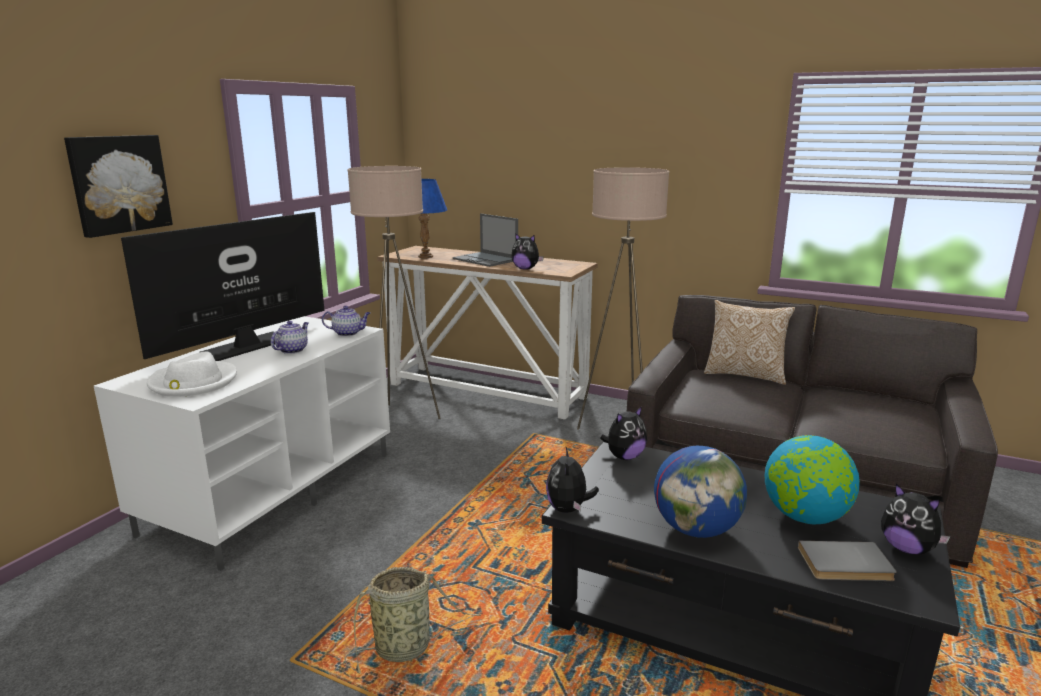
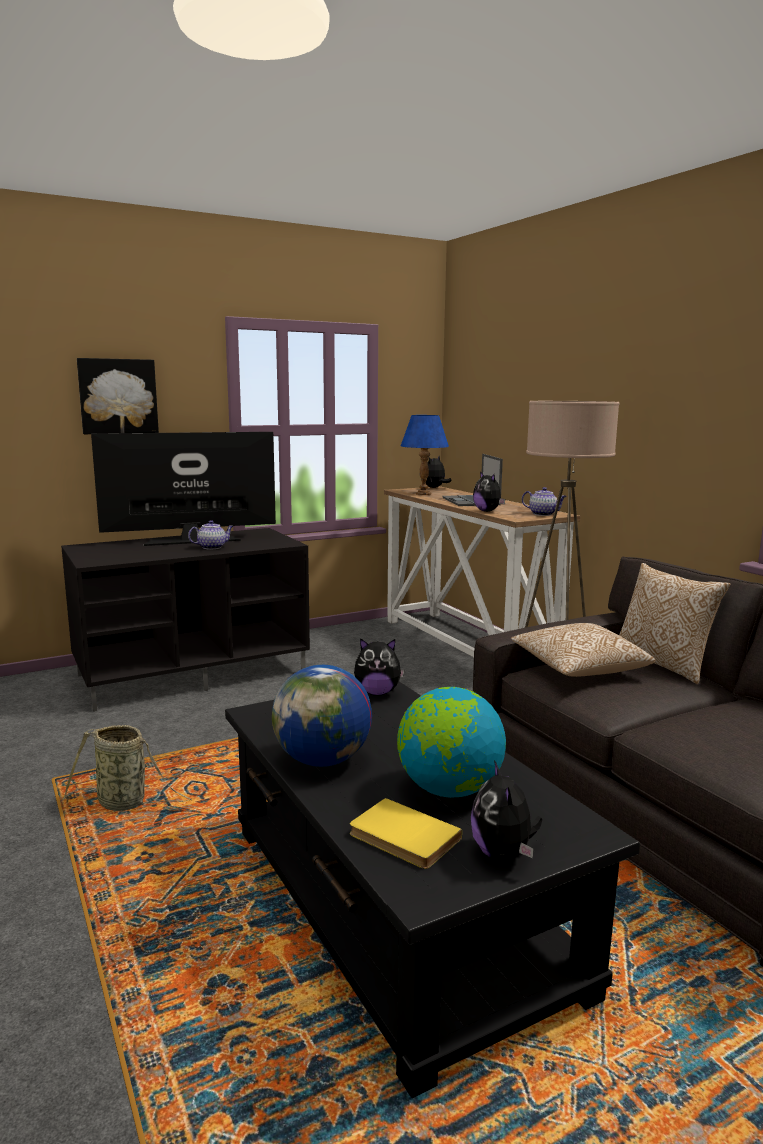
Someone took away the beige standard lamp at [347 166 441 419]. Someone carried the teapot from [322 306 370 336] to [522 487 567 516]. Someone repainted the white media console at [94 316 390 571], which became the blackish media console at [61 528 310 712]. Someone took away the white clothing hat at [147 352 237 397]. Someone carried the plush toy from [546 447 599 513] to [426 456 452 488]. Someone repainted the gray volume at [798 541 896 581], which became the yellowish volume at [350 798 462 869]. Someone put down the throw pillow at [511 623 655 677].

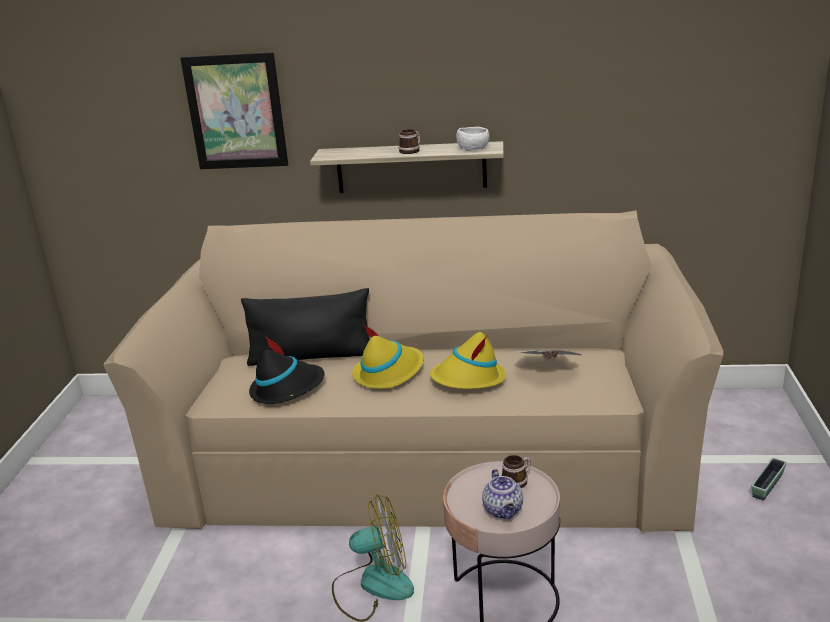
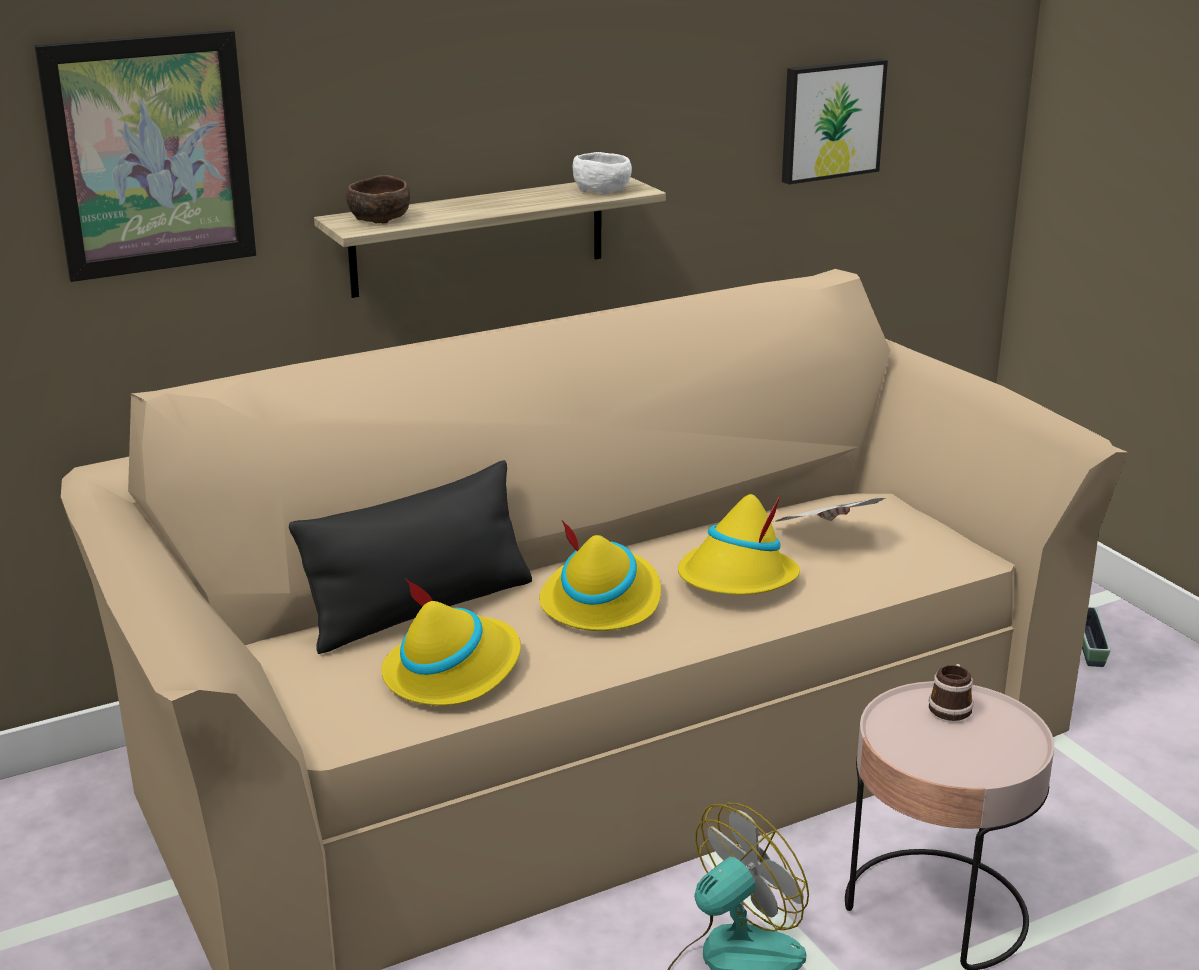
Someone took away the coffee mug at [399 129 420 154]. Someone repainted the blackish clothing hat at [249 336 325 404], which became the yellowish clothing hat at [381 578 521 705]. Someone took away the teapot at [482 469 523 519]. Someone put up the wall art at [782 58 888 185]. Someone put down the brownish bowl at [346 175 410 224].

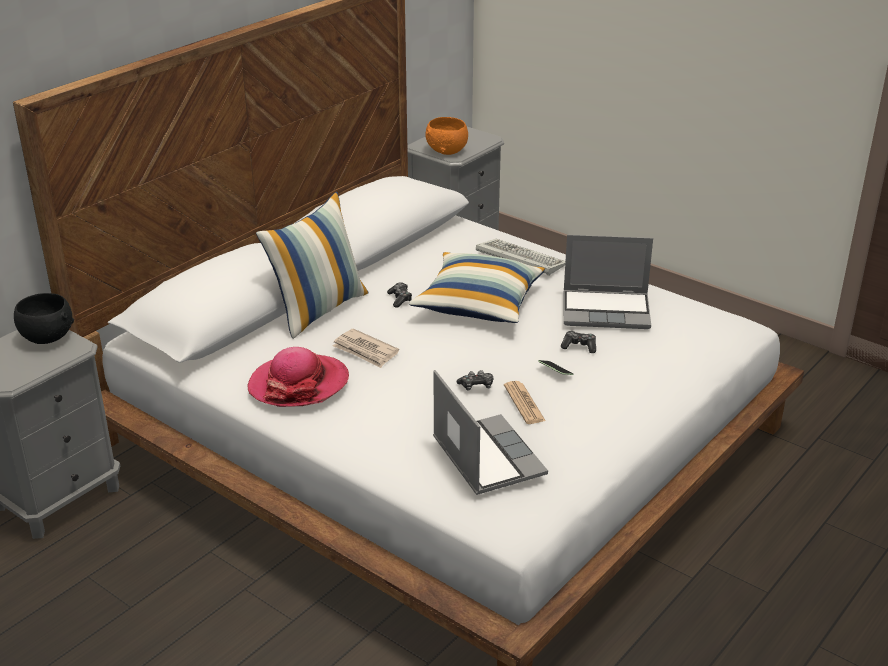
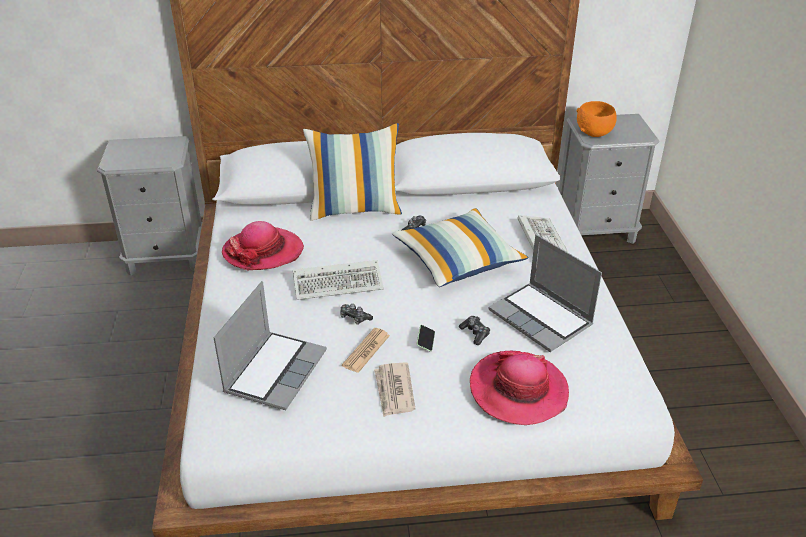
Someone took away the blackish bowl at [14 293 74 344]. Someone carried the newspaper from [333 329 399 368] to [374 363 415 417]. Someone put down the computer keyboard at [293 260 384 300]. Someone put down the clothing hat at [470 351 569 425].

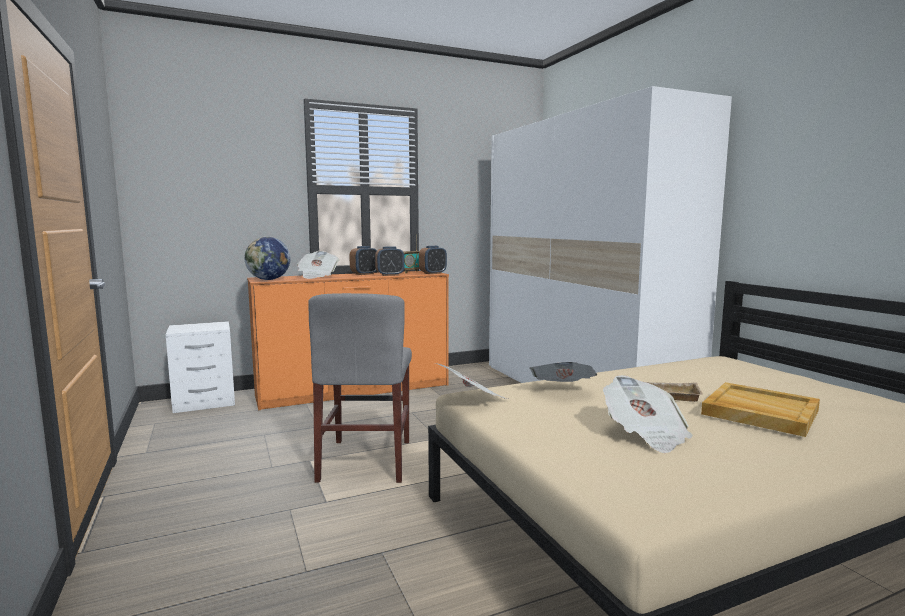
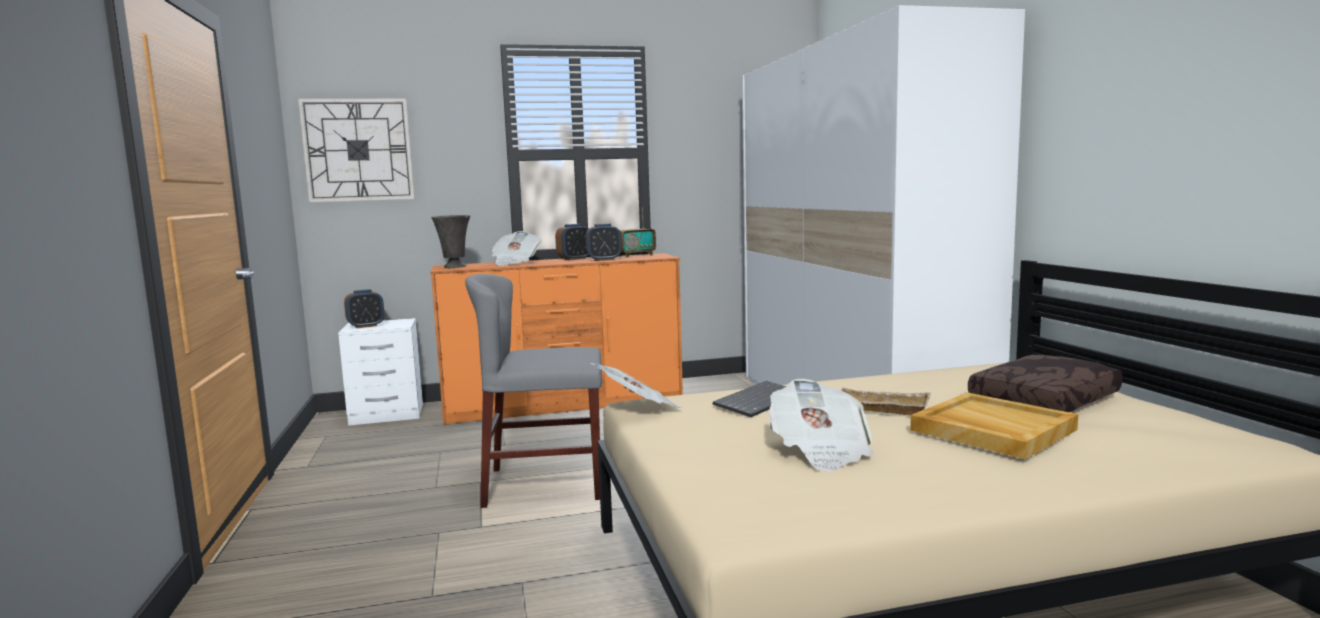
Someone swapped the world globe at [244 237 290 280] for the gray flower vase at [431 215 470 268]. Someone carried the table clock from [419 246 447 274] to [344 289 384 328]. Someone rotated the gray plain chair at [308 293 412 483] by 75 degrees clockwise. Someone swapped the newspaper at [529 362 598 382] for the computer keyboard at [713 381 786 417]. Someone put up the clock on the wall at [298 99 415 202]. Someone put down the brownish throw pillow at [968 355 1123 412].

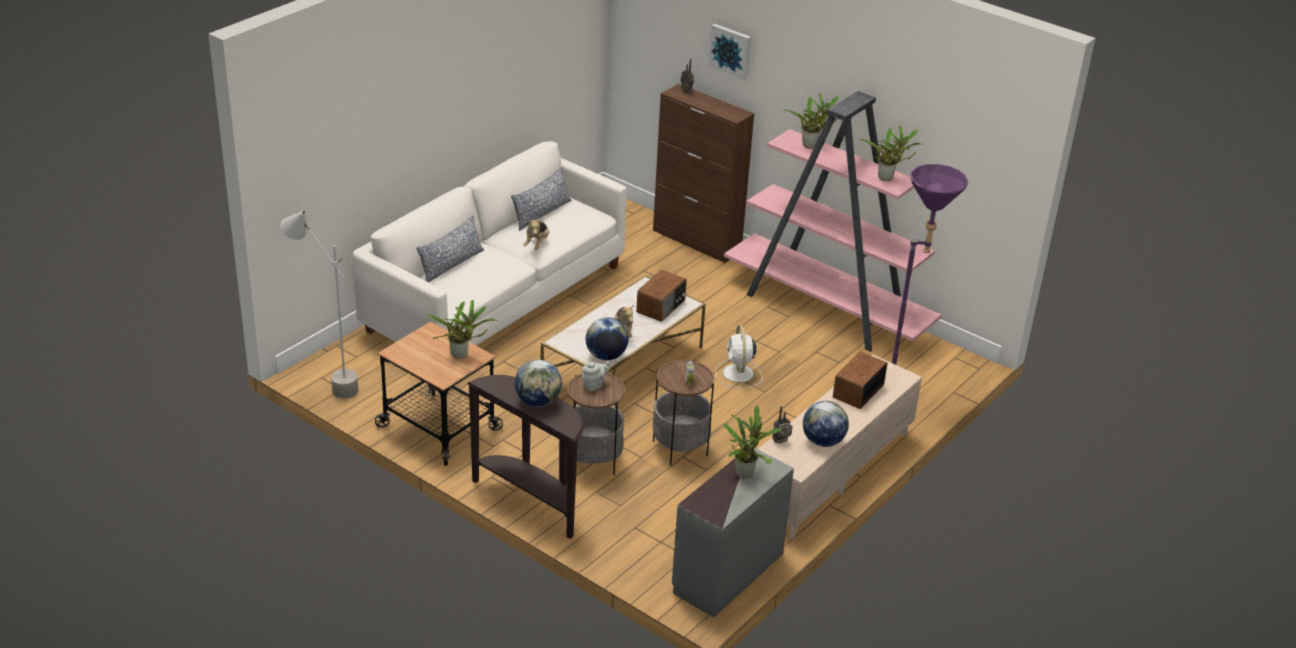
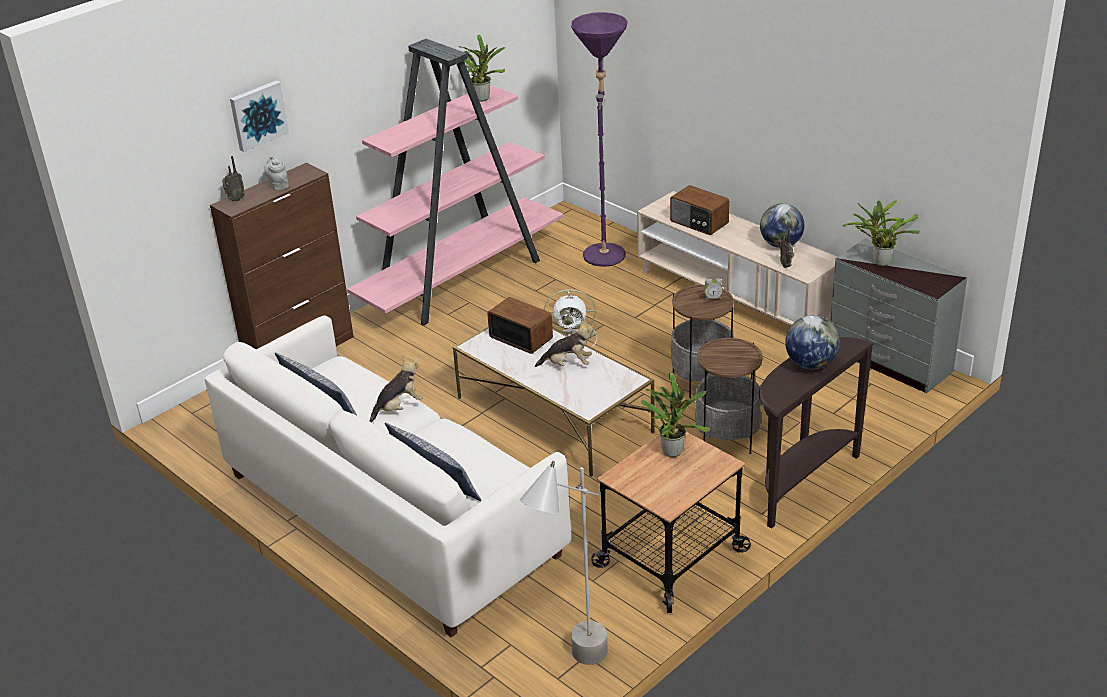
Someone took away the houseplant at [785 94 839 149]. Someone rotated the plush toy at [523 218 549 250] by 60 degrees counterclockwise. Someone took away the world globe at [586 317 628 360]. Someone carried the gray teapot from [582 361 610 391] to [264 156 289 191].

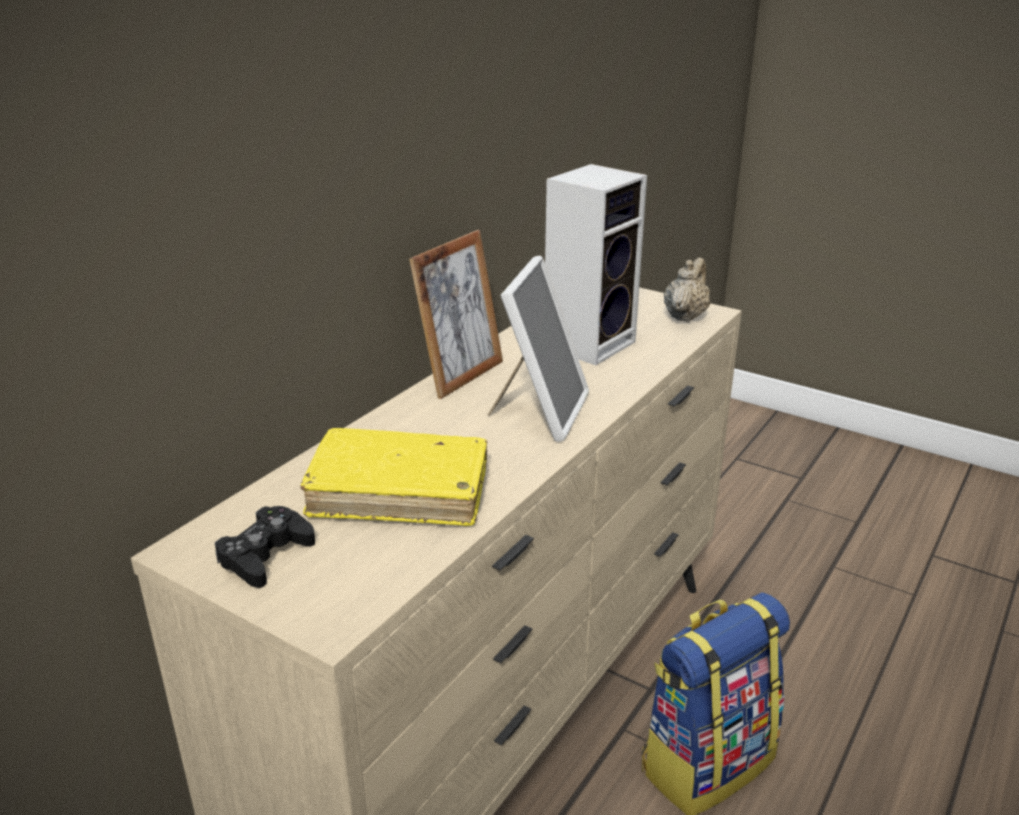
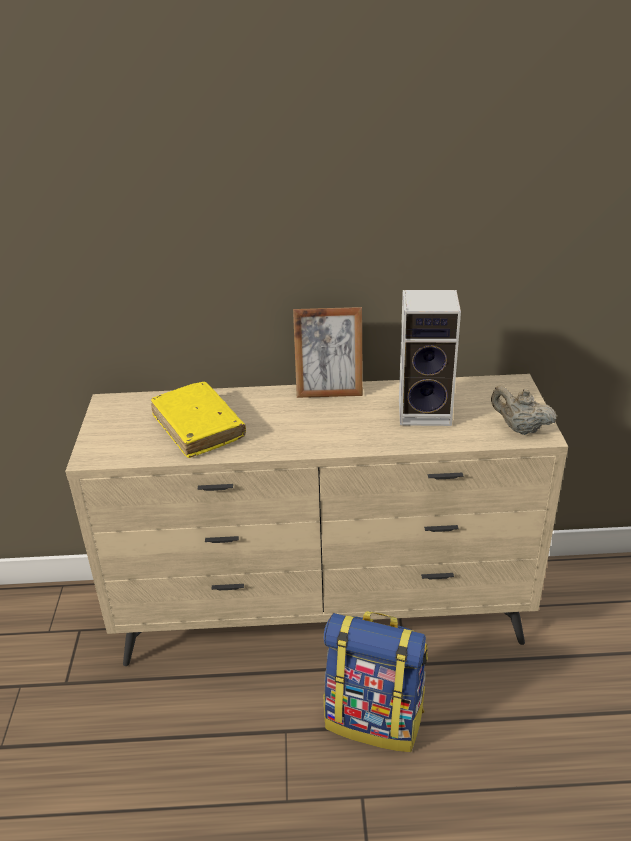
Someone took away the standing frame at [488 256 589 442]. Someone rotated the beige teapot at [664 257 711 322] by 135 degrees counterclockwise. Someone took away the blackish joypad at [215 506 315 588].

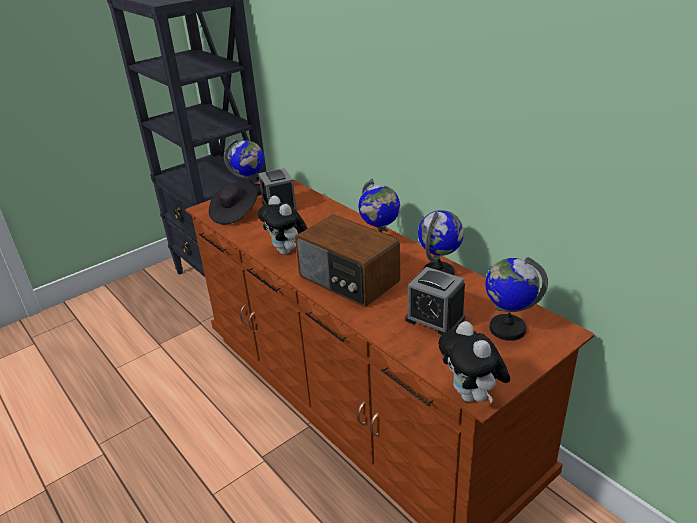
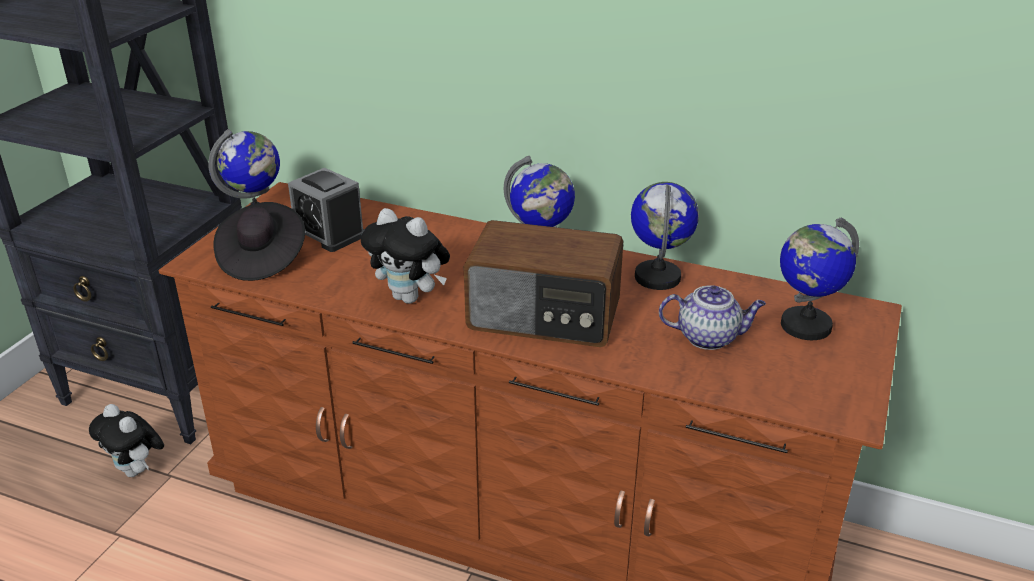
Someone swapped the table clock at [405 267 465 335] for the teapot at [659 285 766 350]. Someone carried the plush toy from [438 321 510 403] to [89 404 164 477].

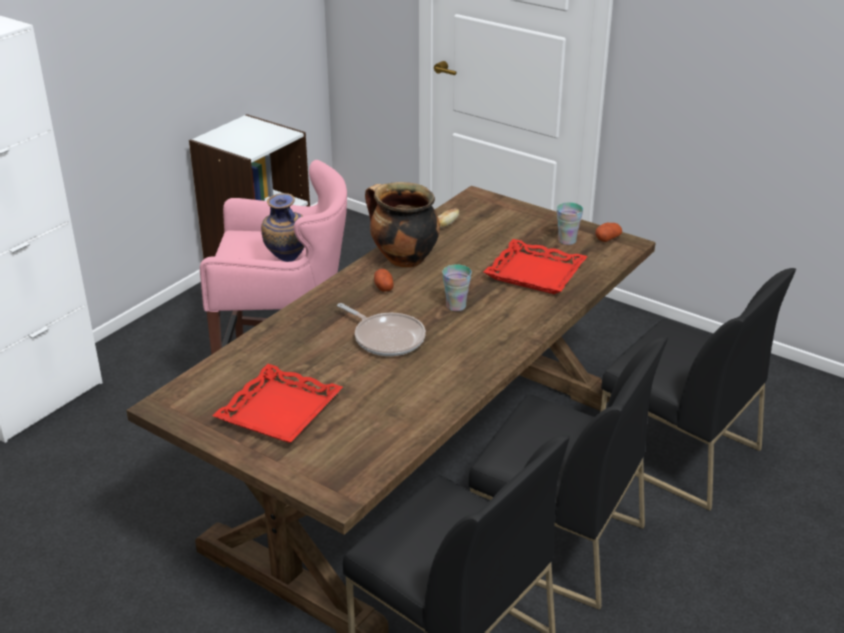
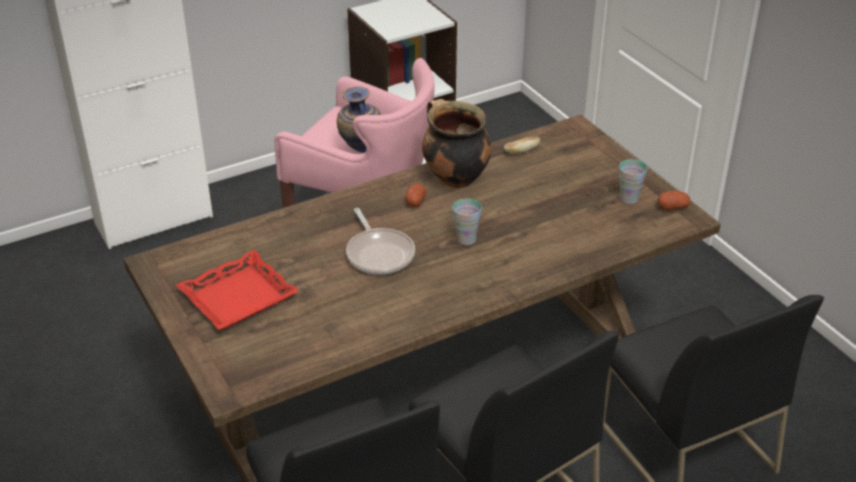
Someone took away the red carrying tray at [484 239 587 294].

